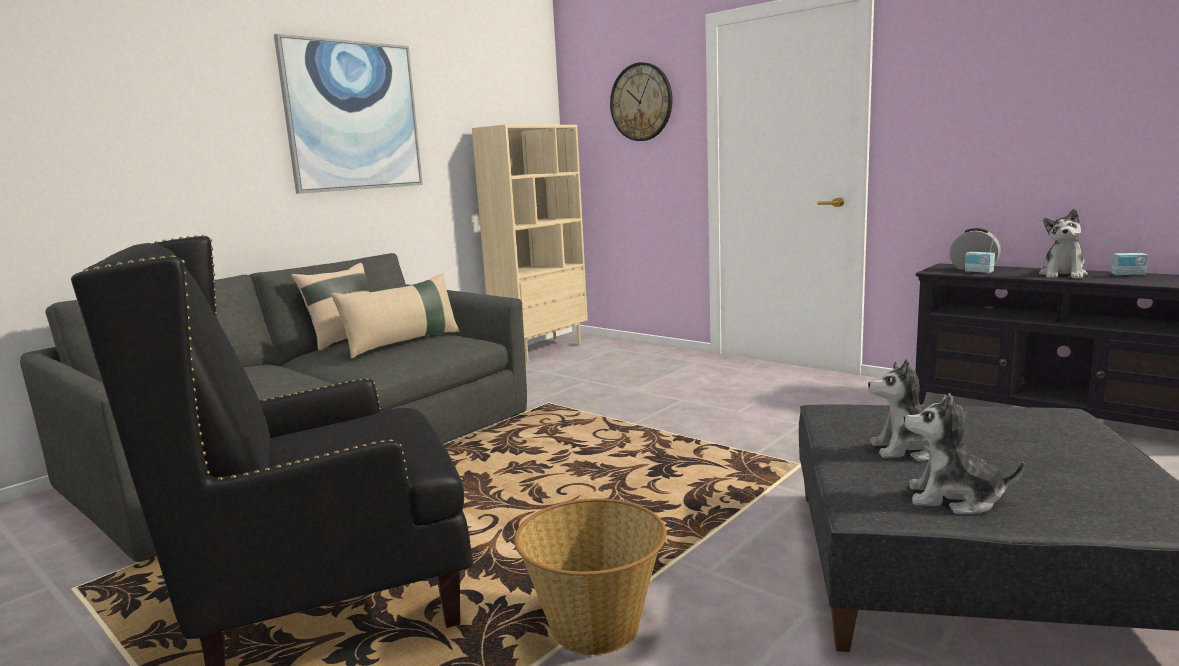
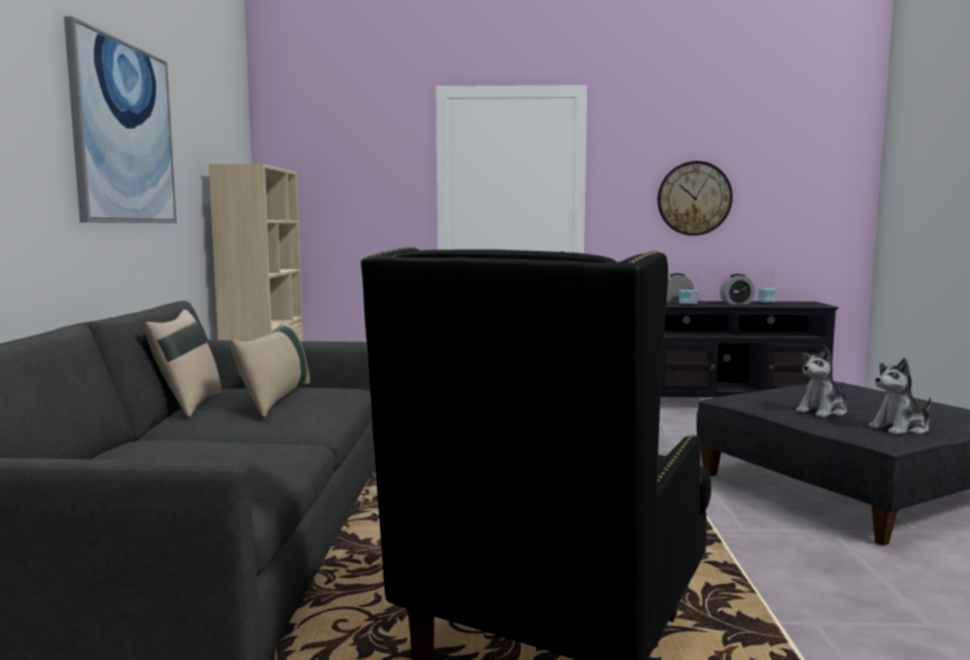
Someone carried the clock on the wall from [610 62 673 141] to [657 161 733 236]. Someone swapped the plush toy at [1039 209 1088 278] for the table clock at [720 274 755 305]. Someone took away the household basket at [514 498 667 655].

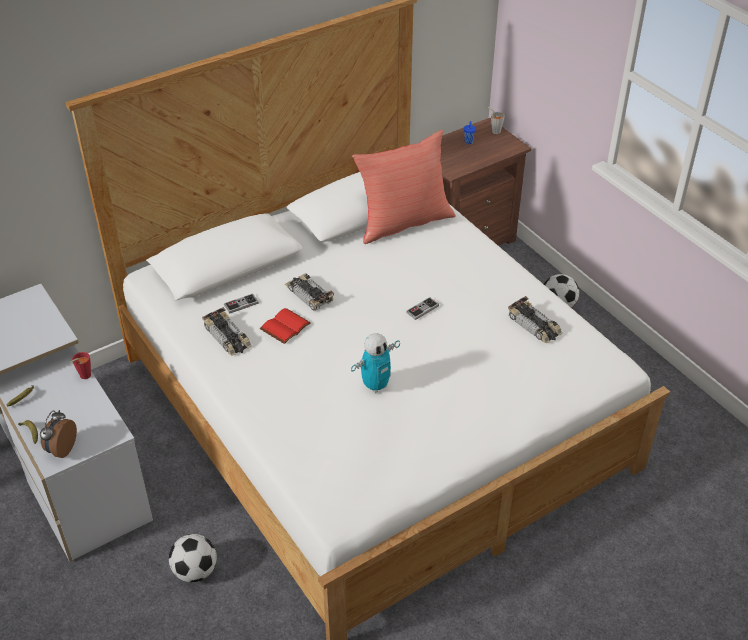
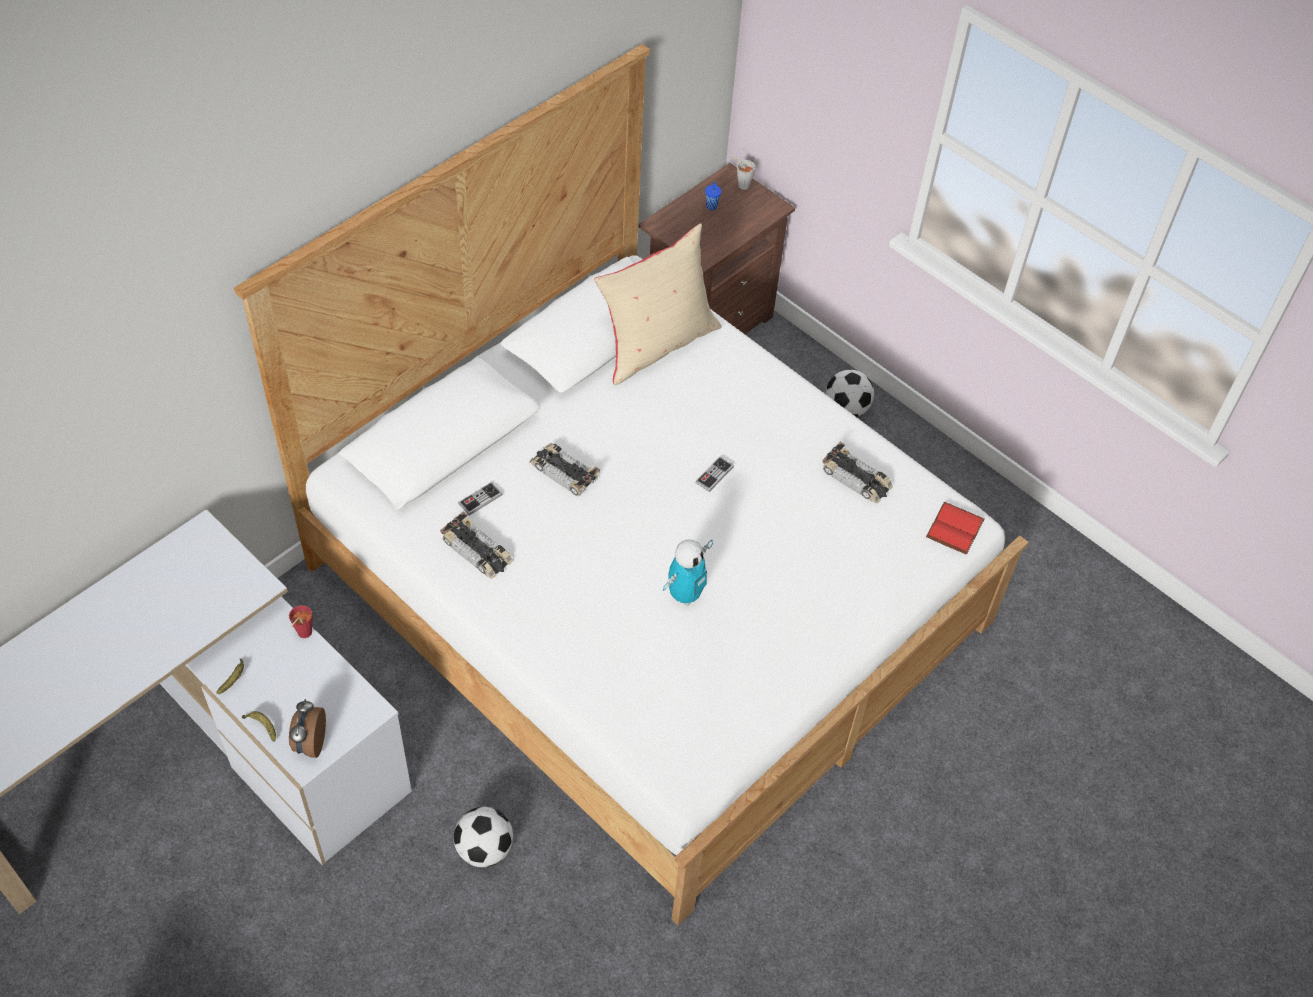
Someone repainted the red throw pillow at [352 130 456 244], which became the beige throw pillow at [594 223 722 385]. Someone carried the red volume from [260 308 311 344] to [926 502 984 554].

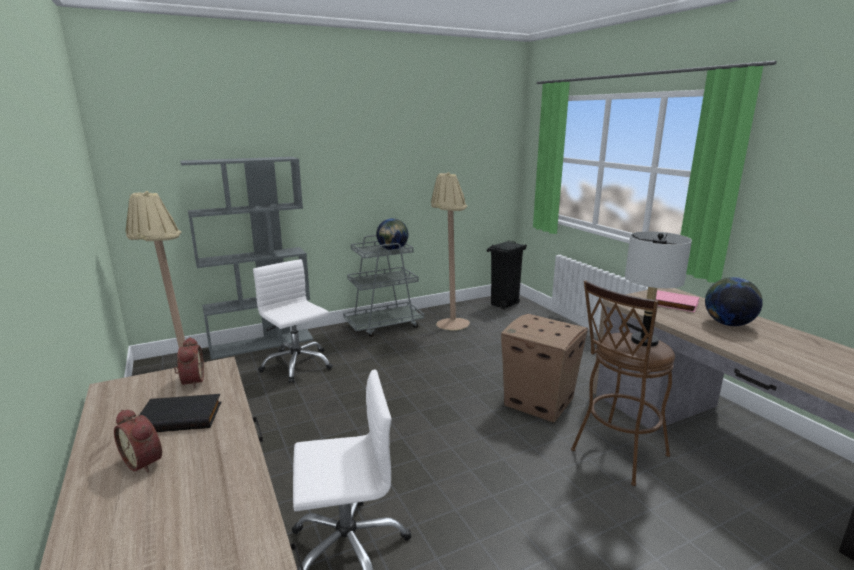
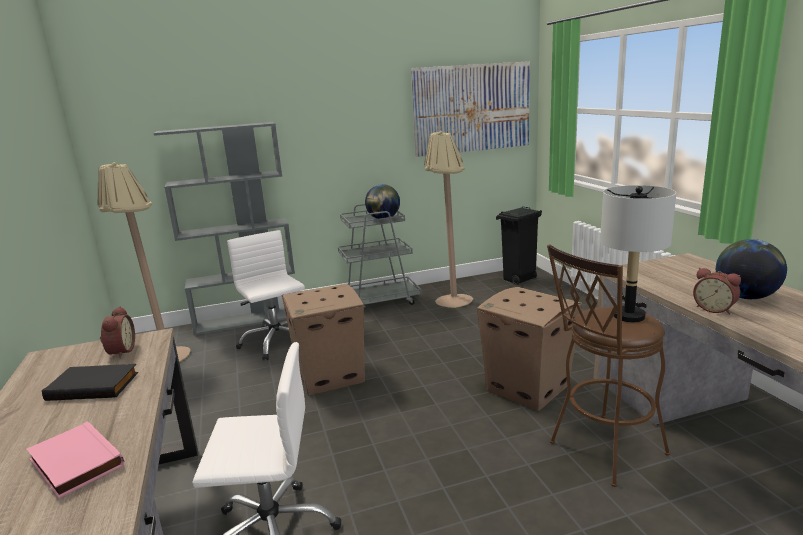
Someone carried the pink volume from [656 290 699 312] to [27 421 124 499]. Someone carried the table clock from [114 409 162 473] to [693 268 741 314]. Someone put up the wall art at [411 61 530 157]. Someone put down the cardboard box at [282 284 365 395].

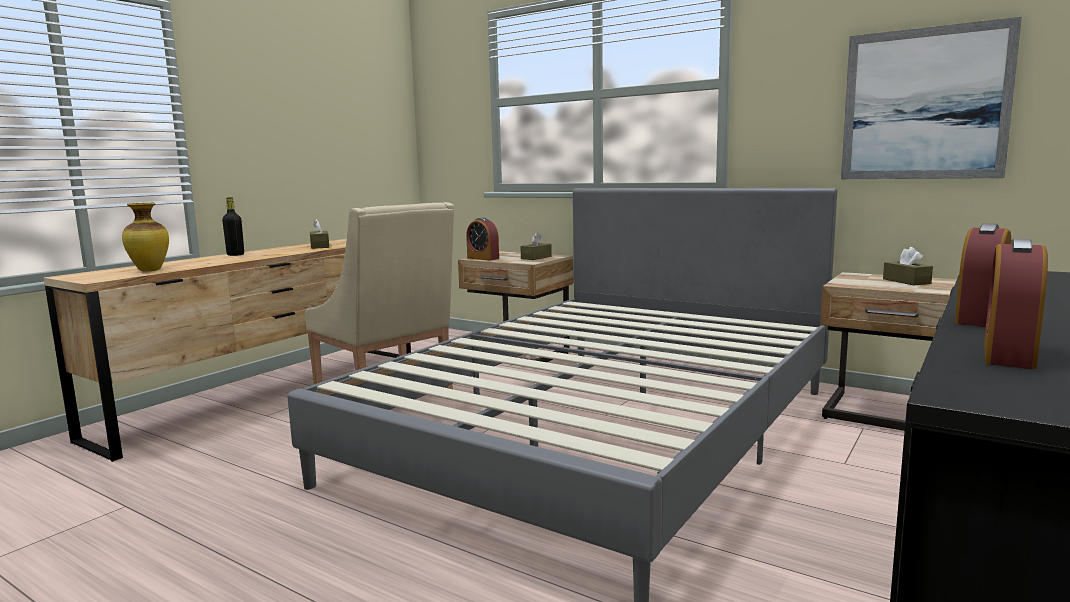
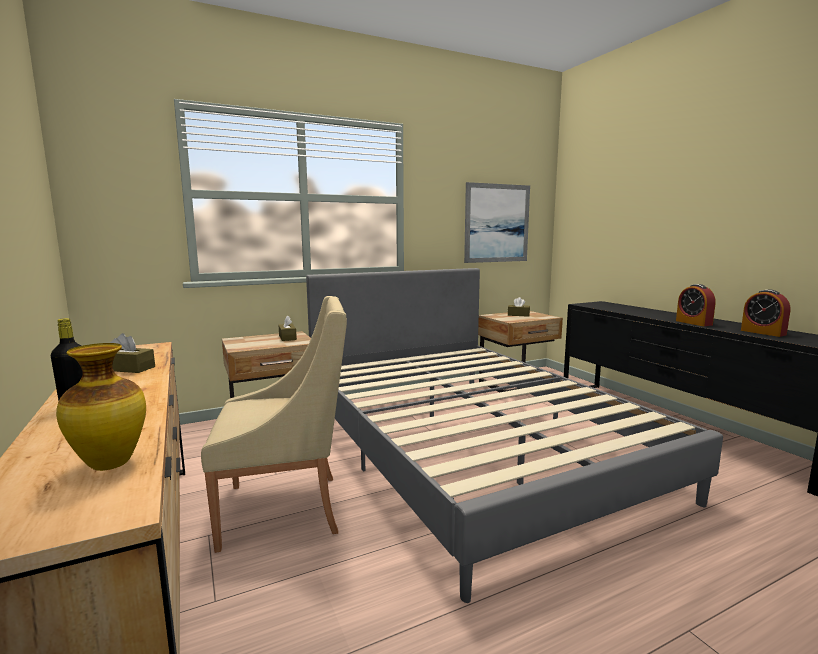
Someone took away the table clock at [466 218 499 261].

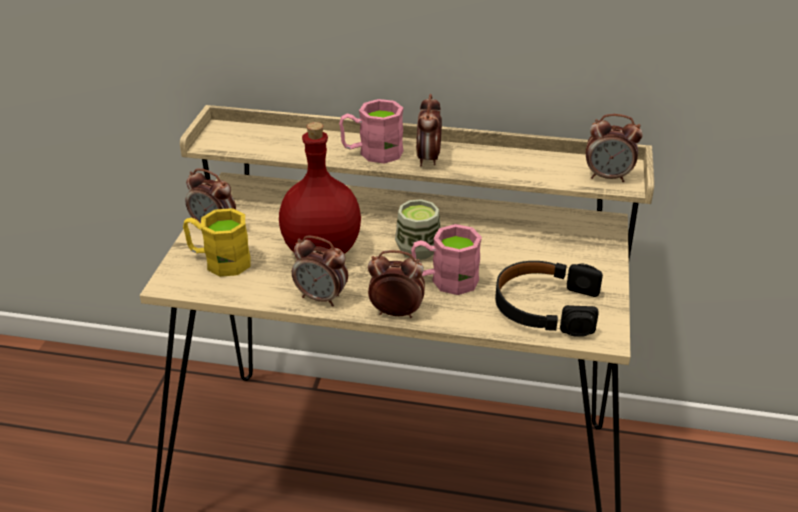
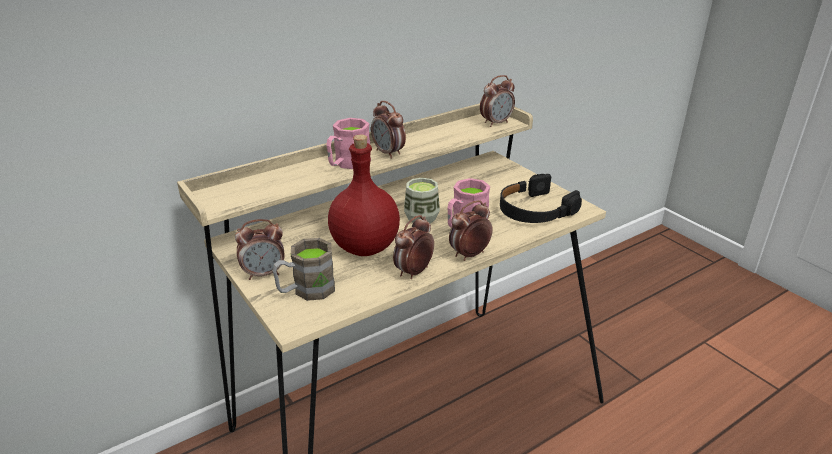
Someone repainted the yellowish coffee mug at [183 208 251 277], which became the brownish coffee mug at [272 238 335 301]. Someone rotated the table clock at [292 236 348 307] by 150 degrees clockwise.

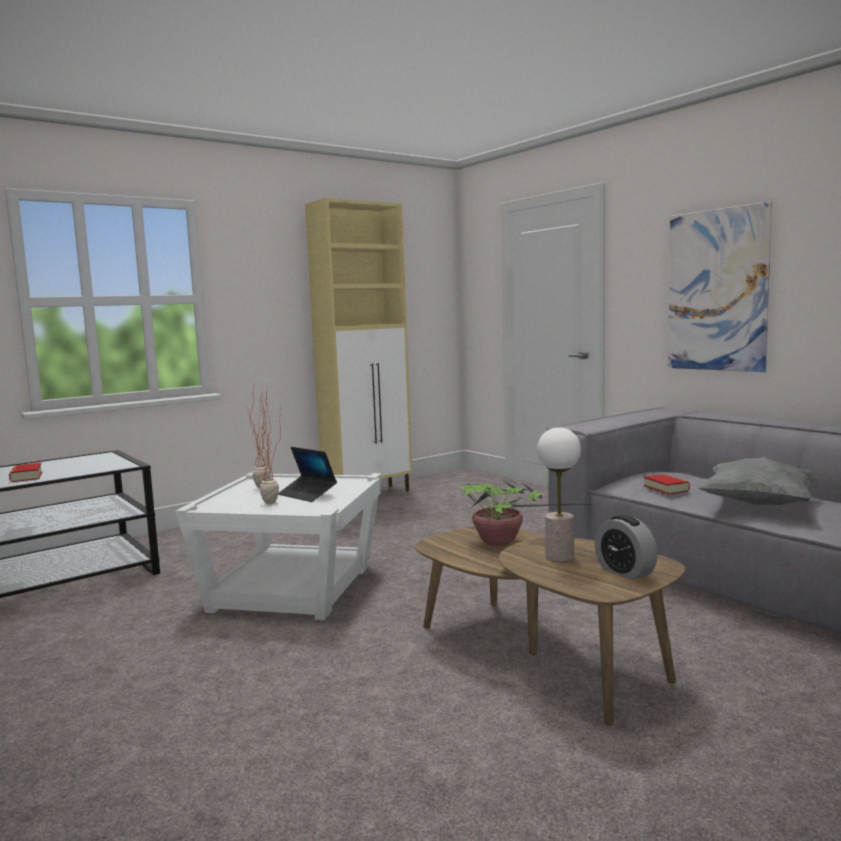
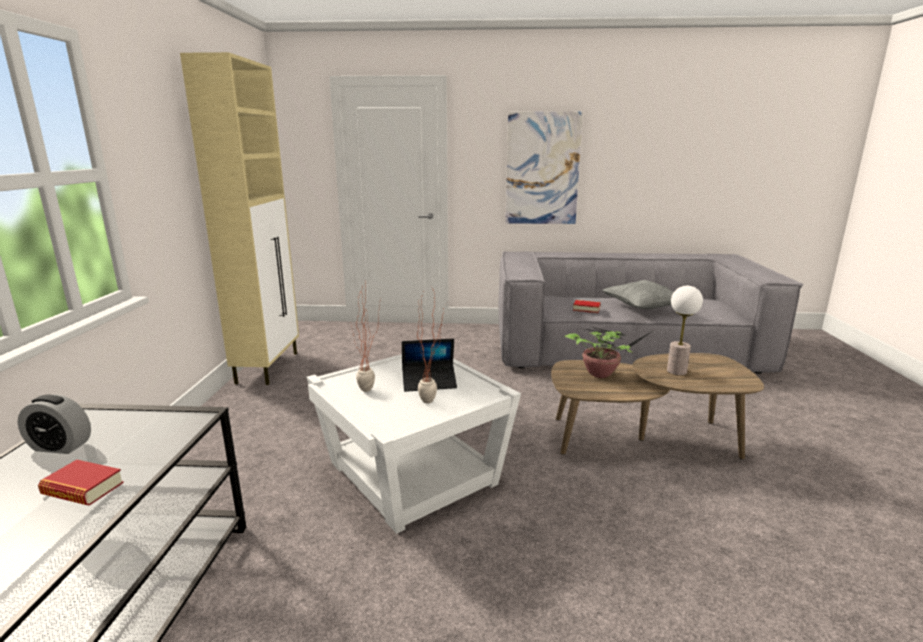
Someone carried the table clock from [595 515 658 580] to [17 394 91 454].

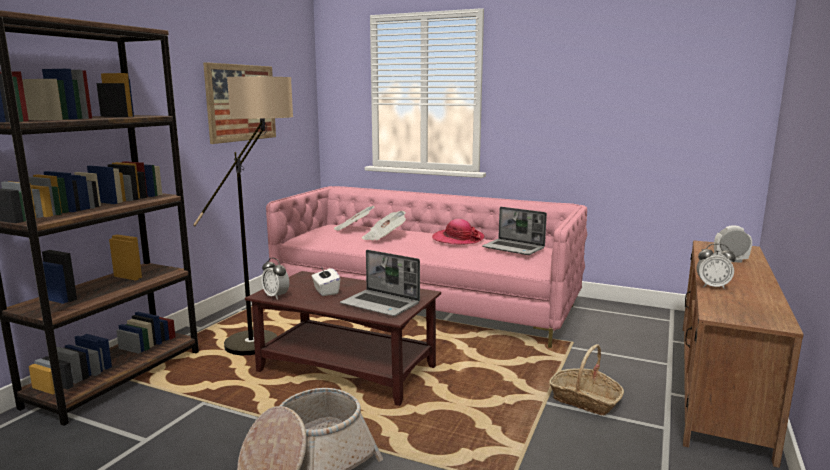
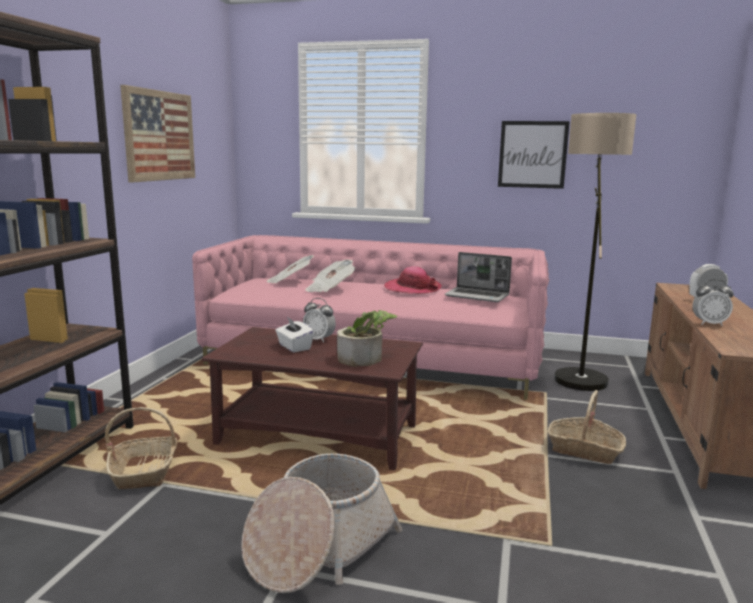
Someone carried the standard lamp from [193 76 293 355] to [554 113 637 391]. Someone swapped the notebook computer at [340 250 420 316] for the houseplant at [337 310 397 366]. Someone carried the table clock from [261 258 289 300] to [303 298 336 343]. Someone put up the wall art at [498 121 570 189]. Someone put down the household basket at [105 407 178 489].

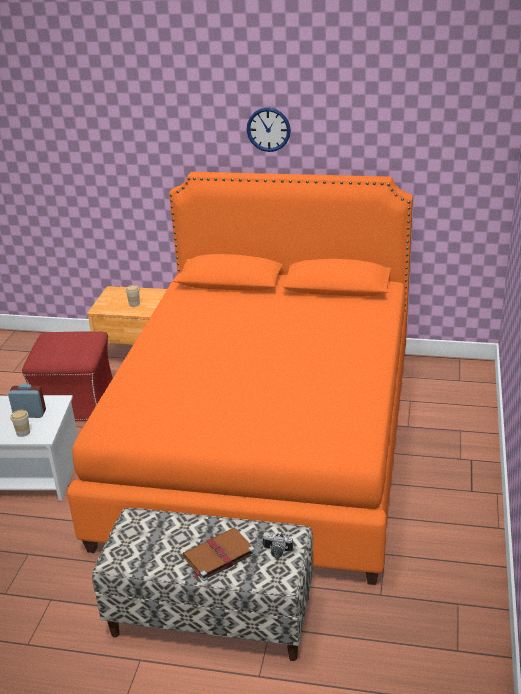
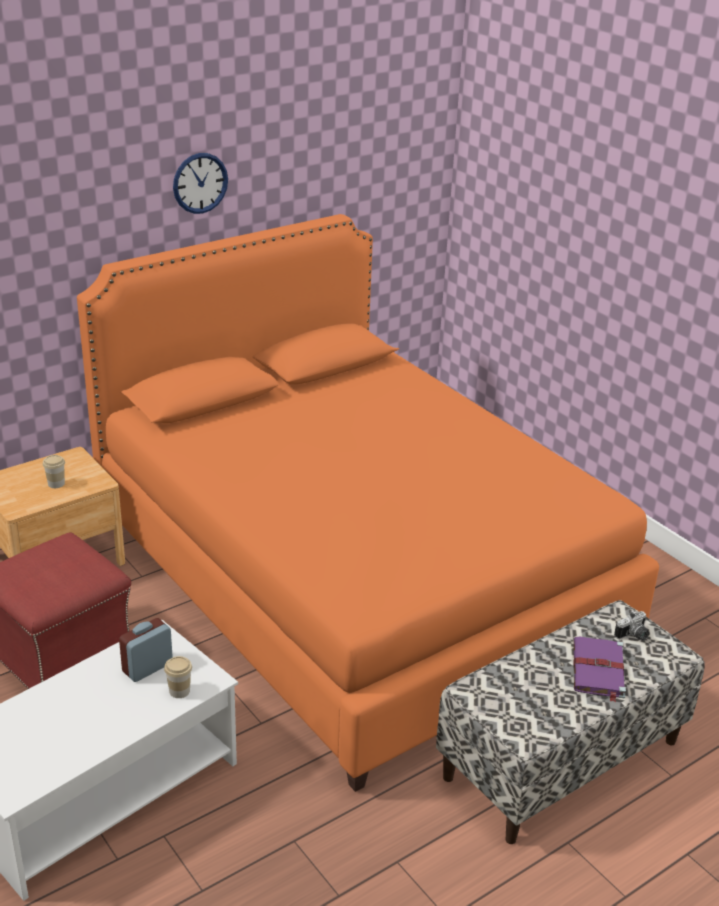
Someone repainted the brownish volume at [183 528 255 581], which became the purple volume at [573 636 626 702].

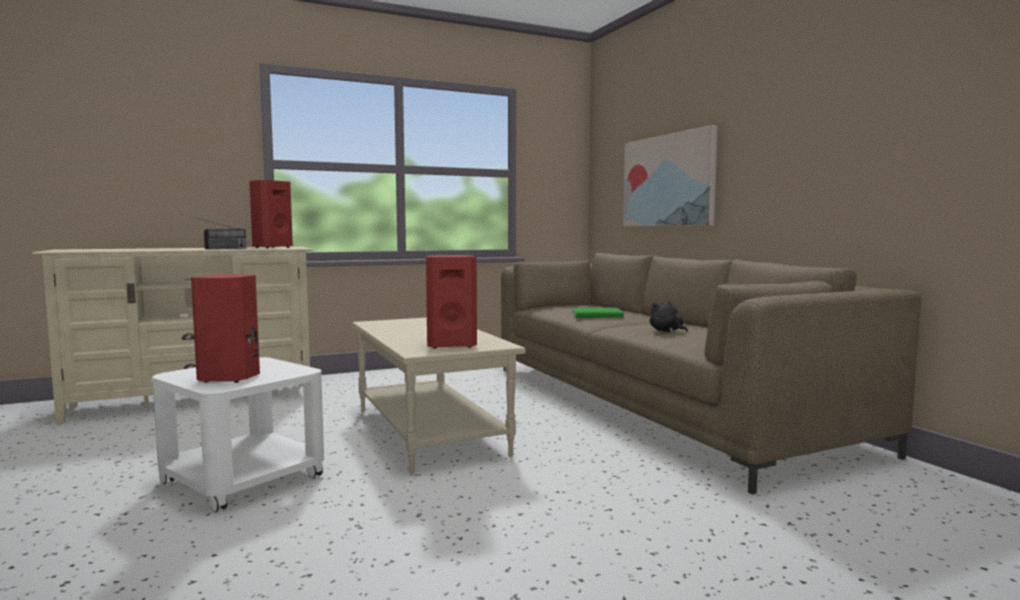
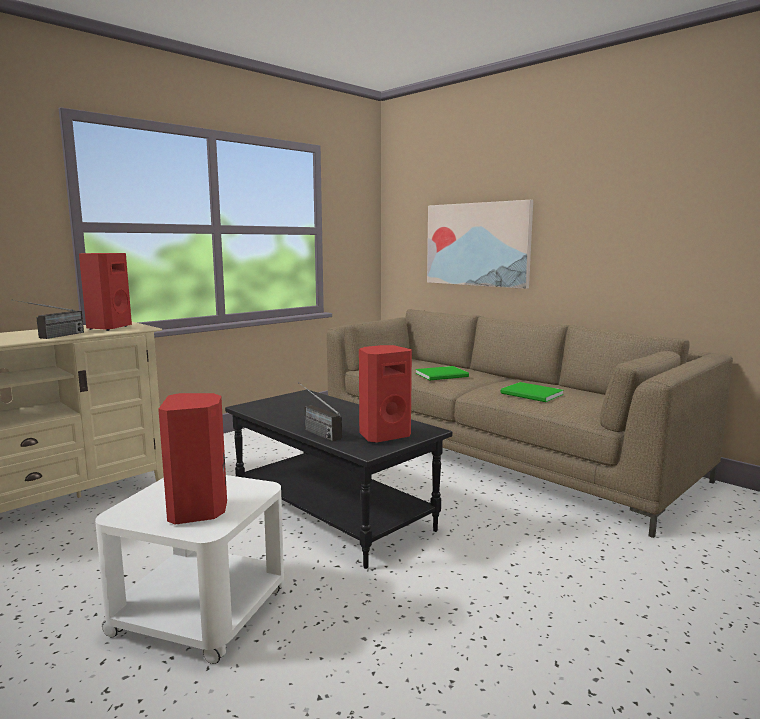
Someone swapped the blackish plush toy at [650 301 688 333] for the green-coloured volume at [501 382 564 402]. Someone repainted the beige coffee table at [352 317 525 474], which became the blackish coffee table at [225 390 452 569]. Someone put down the radio receiver at [298 382 342 441].

